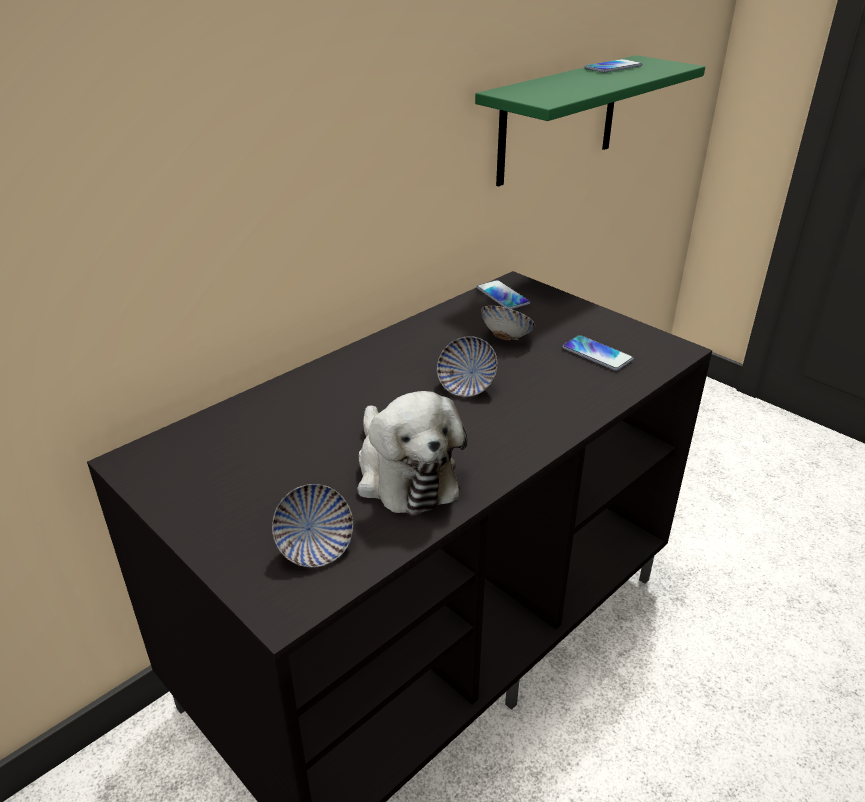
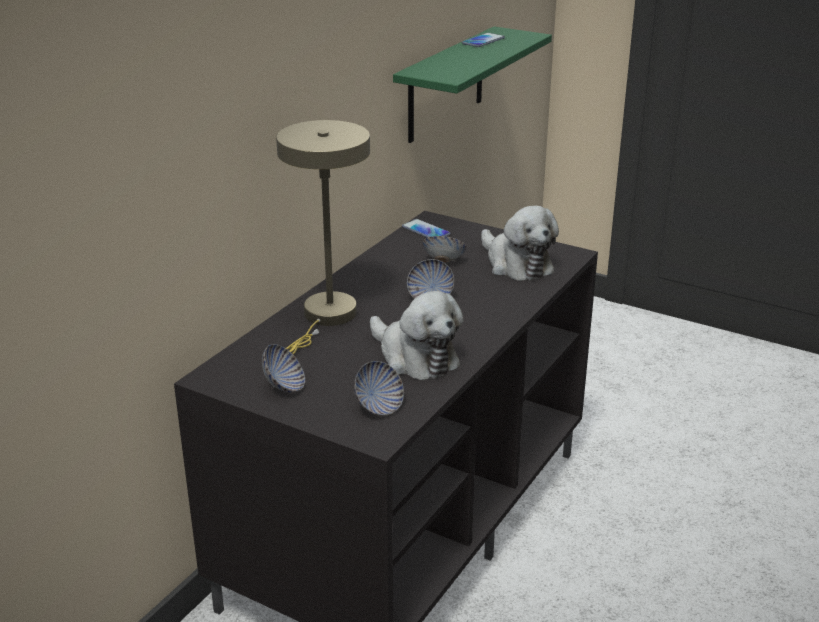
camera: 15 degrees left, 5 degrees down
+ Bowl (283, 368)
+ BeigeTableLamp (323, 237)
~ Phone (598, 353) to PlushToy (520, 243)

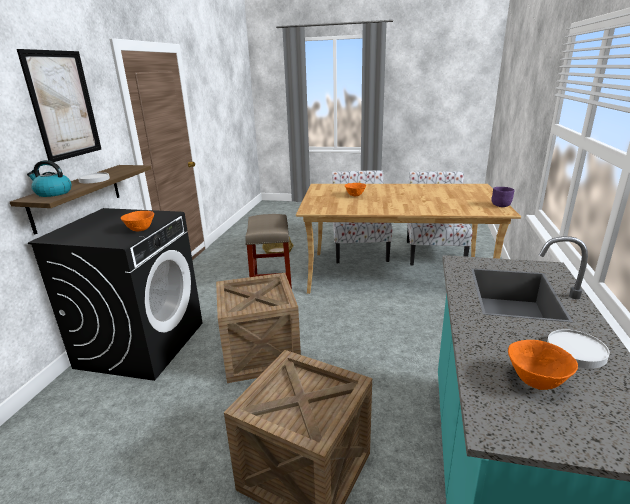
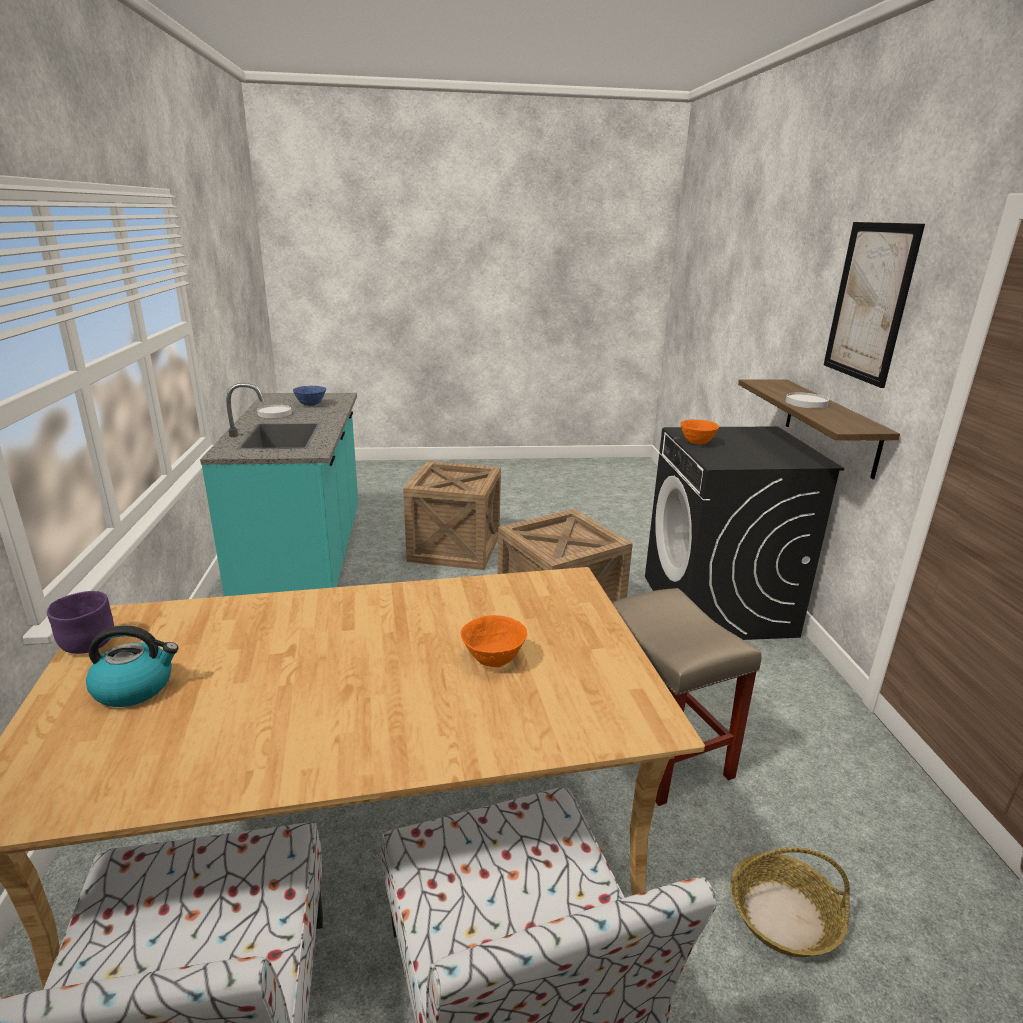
camera: 160 degrees right, 0 degrees up
~ Kettle (49, 178) to (132, 666)
~ OrangeBowl (543, 365) to BlueBowl (309, 396)

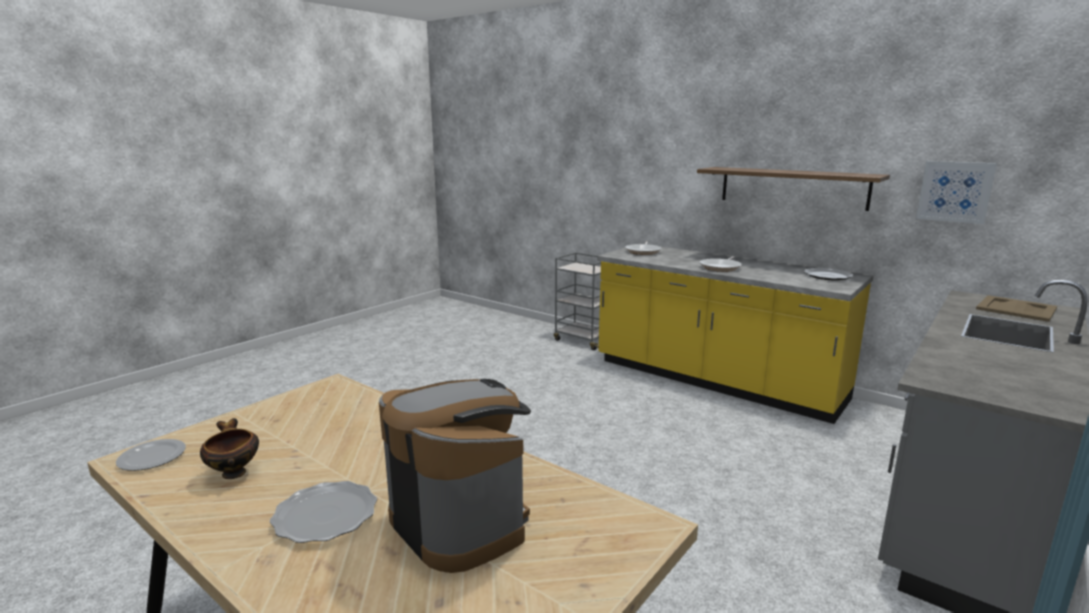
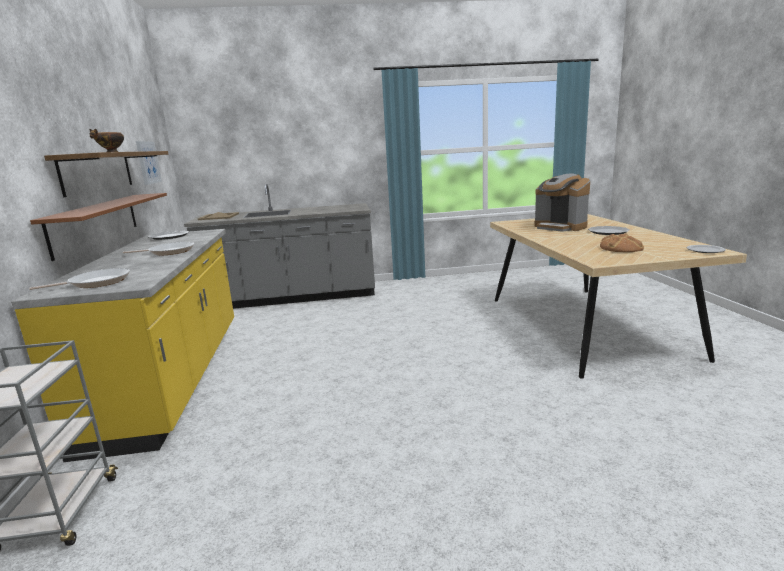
camera: 135 degrees left, 0 degrees up
+ BrownShelf (98, 227)
~ Bowl (229, 448) to (106, 140)
~ CoffeeMachine (455, 476) = (562, 203) 45 degrees counterclockwise
+ Bread (622, 243)

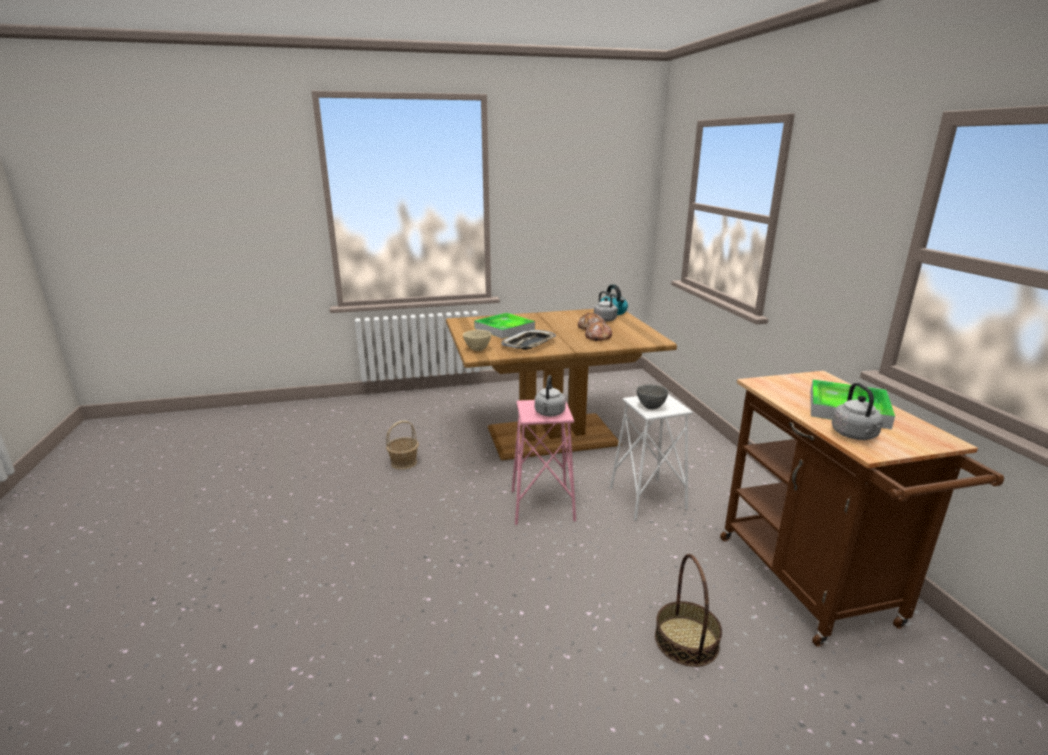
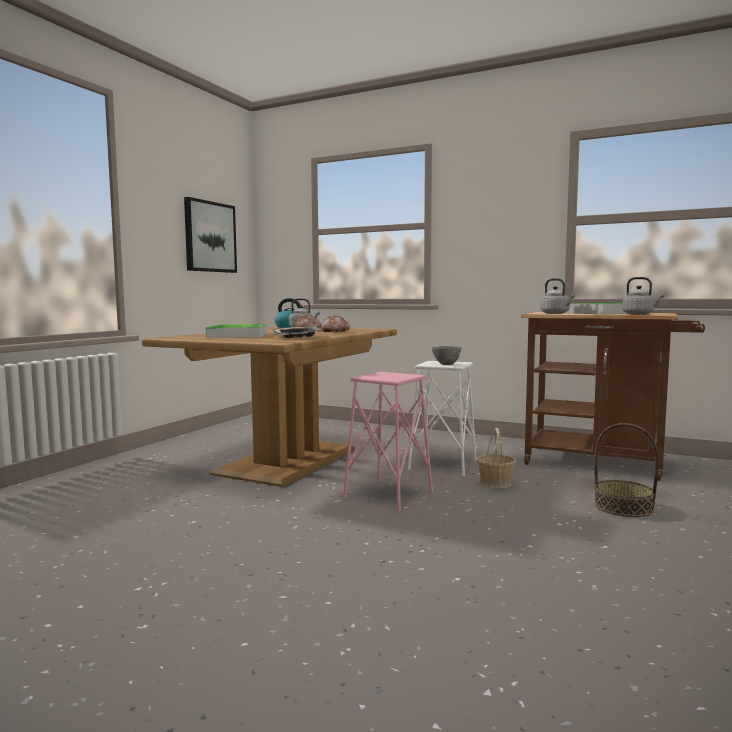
camera: 50 degrees left, 15 degrees down
+ Picture (210, 235)
~ Basket (402, 445) to (496, 458)
~ GreyKettle (550, 395) to (557, 296)
- BeigeBowl (477, 340)

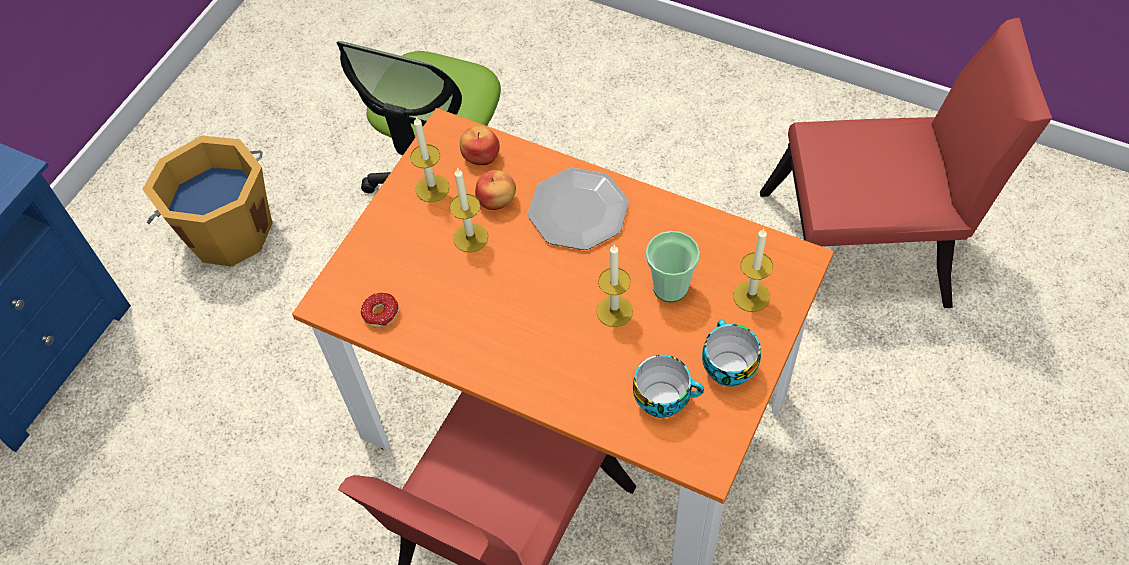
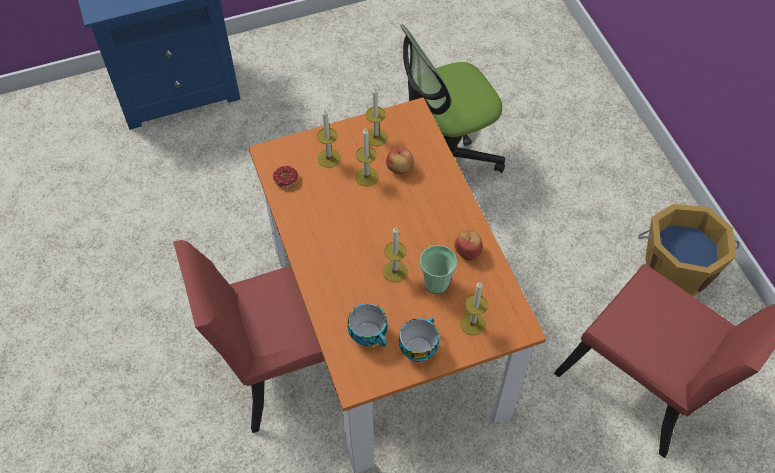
camera: 40 degrees right, 0 degrees up
+ Candle (329, 138)
~ Apple (480, 145) to (468, 245)
~ OrangeBucket (207, 201) to (689, 250)
- Plate (578, 209)

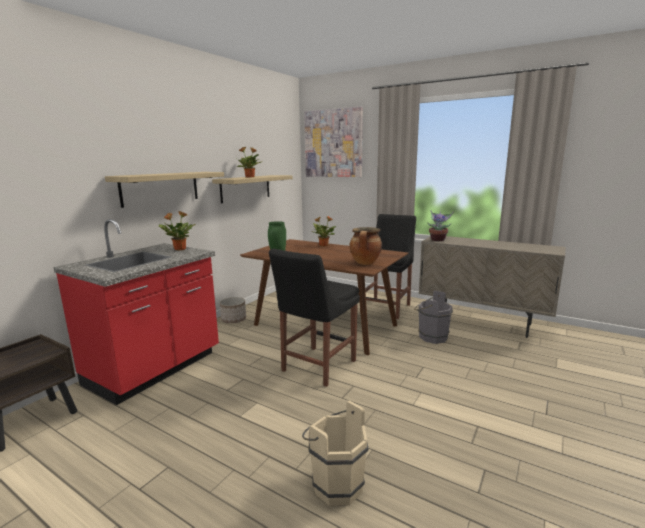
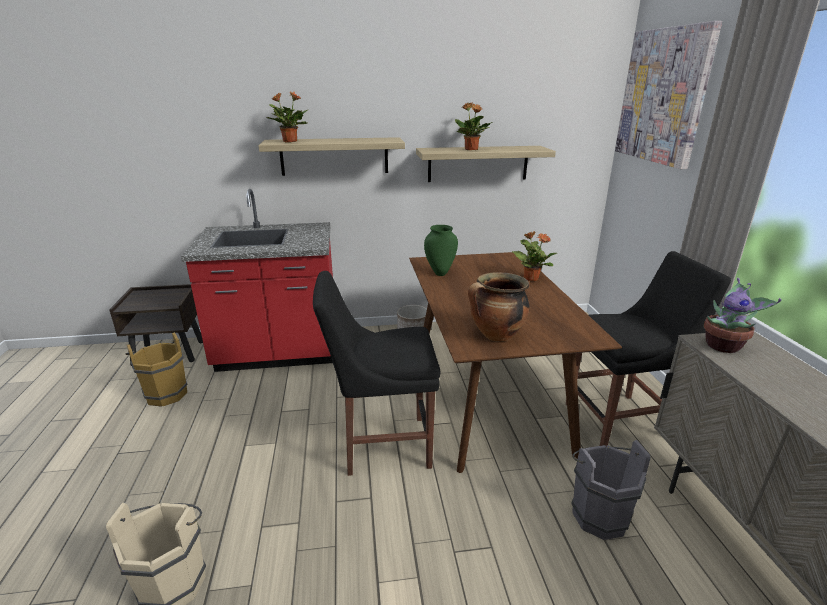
camera: 50 degrees right, 10 degrees up
+ BrownBucket (157, 369)
~ PottedPlant (177, 231) to (286, 117)

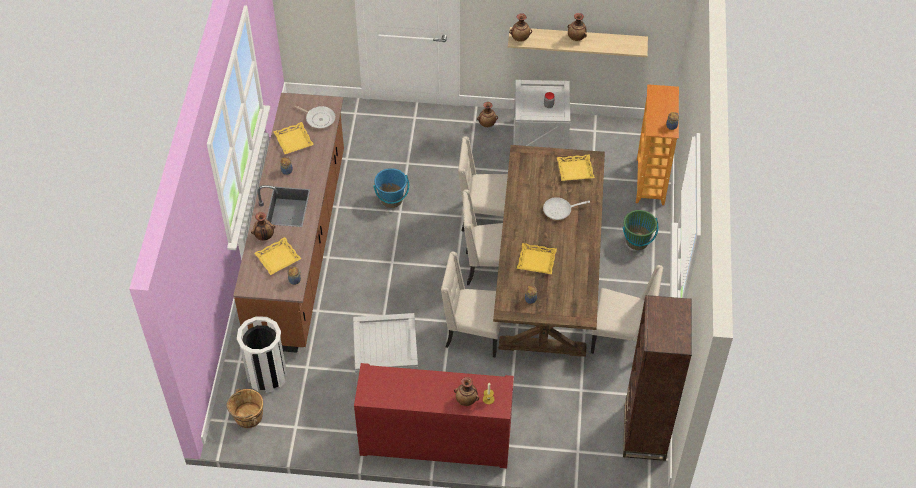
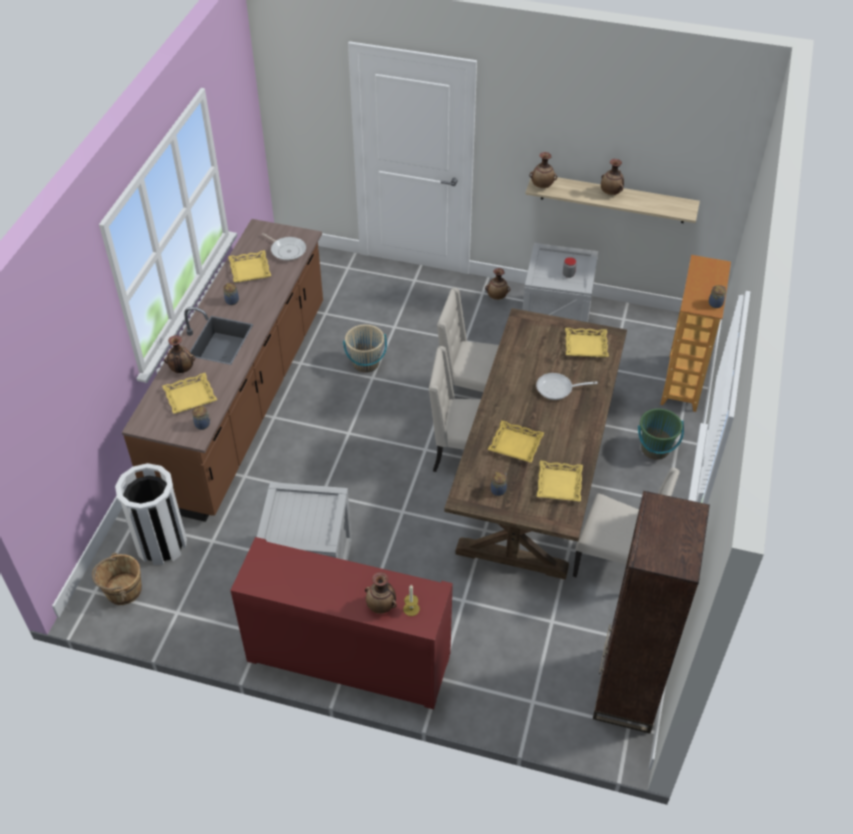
camera: 10 degrees right, 5 degrees down
~ BlueBucket (391, 188) to BeigeBucket (365, 348)
+ YellowTray (560, 481)
- BeigeChair (471, 304)

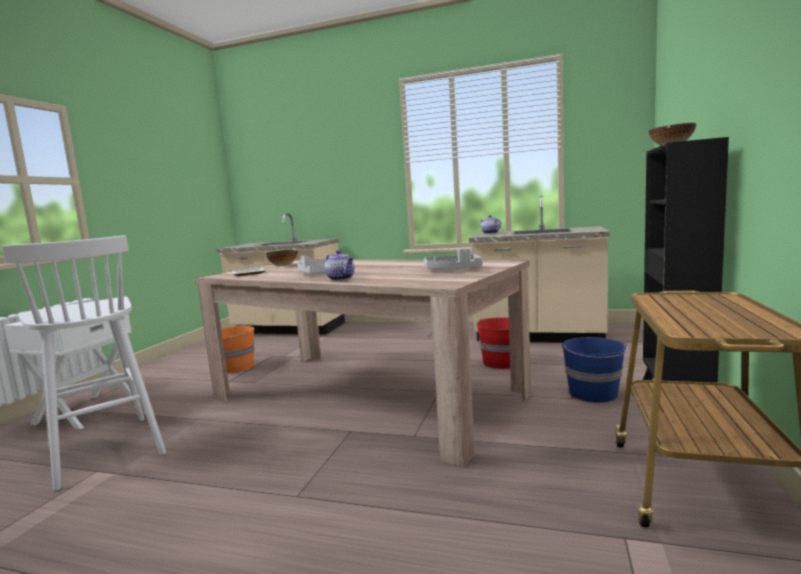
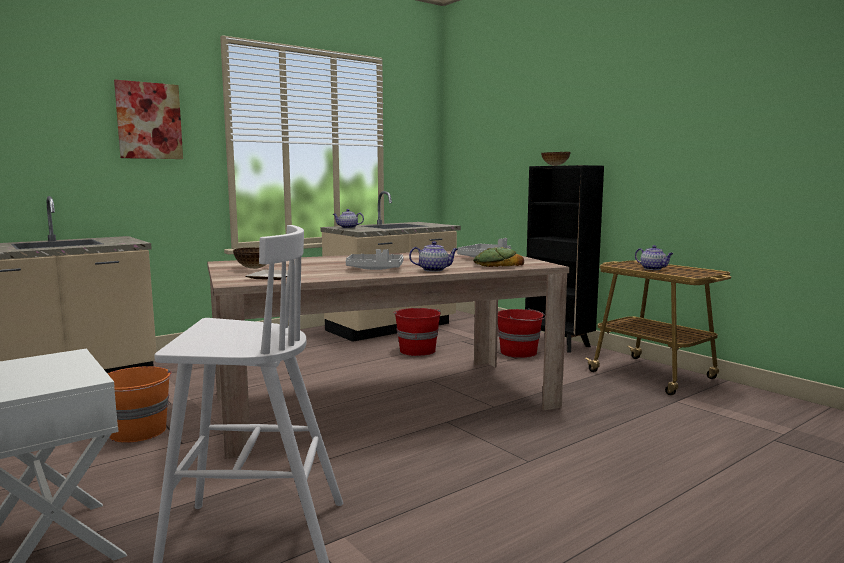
camera: 55 degrees left, 0 degrees up
+ Picture (148, 119)
+ Bread (498, 257)
~ BlueBucket (595, 370) to RedBucket (521, 333)
+ Teapot (654, 257)

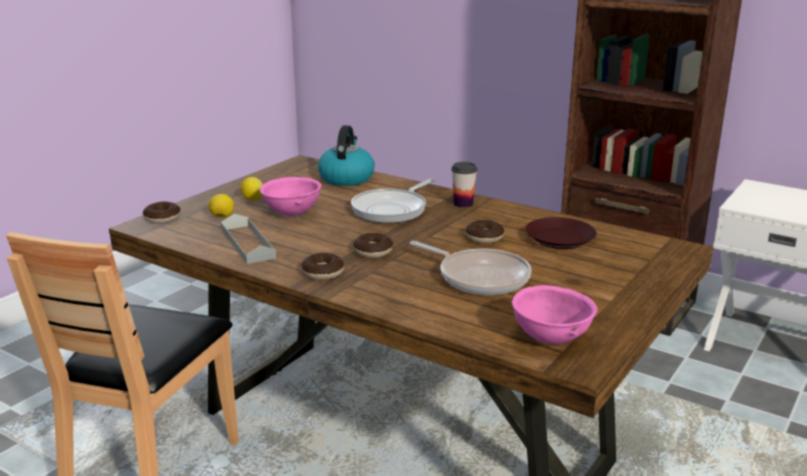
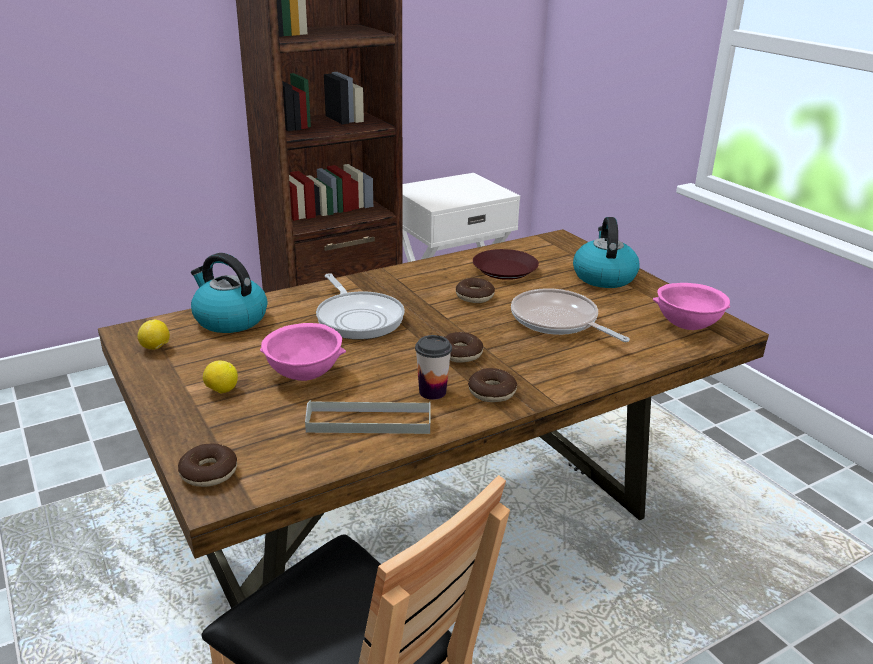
camera: 65 degrees left, 5 degrees up
~ Lemon (221, 206) to (154, 334)
~ Cup (464, 185) to (433, 367)
~ FryingPan (470, 268) = (570, 315) 105 degrees counterclockwise
+ Kettle (606, 252)

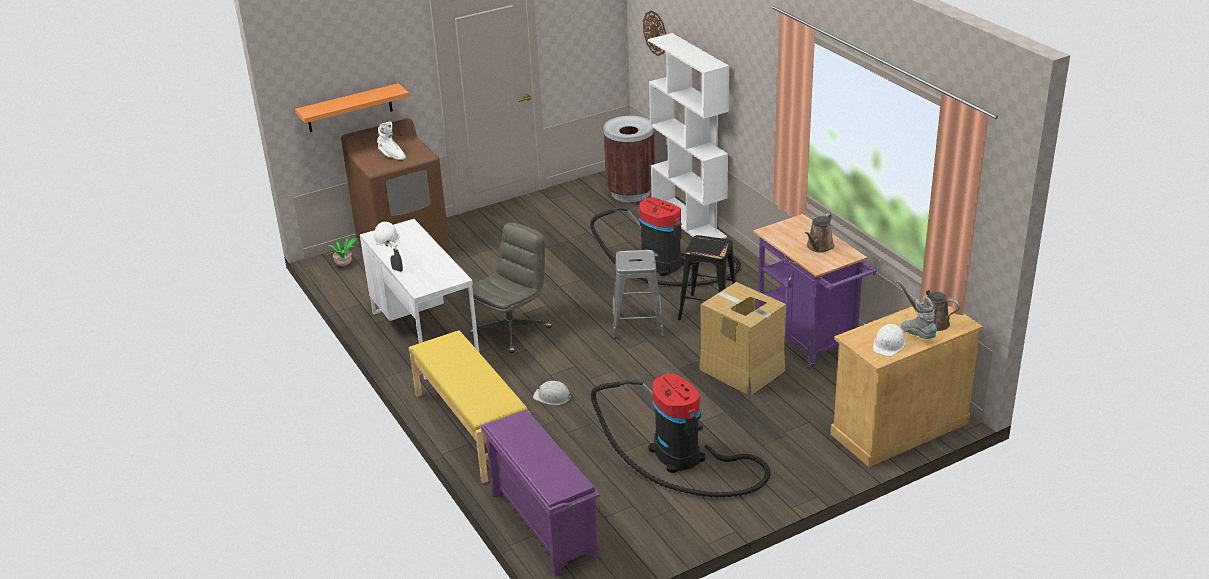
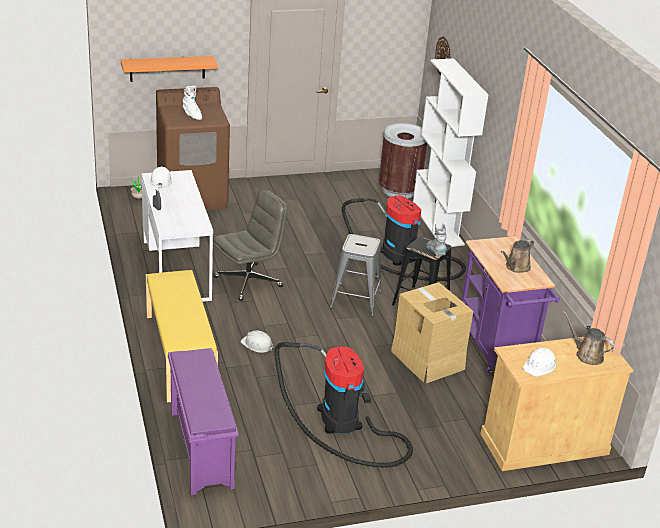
camera: 10 degrees right, 0 degrees up
~ GreyBoot (919, 317) to (436, 239)

